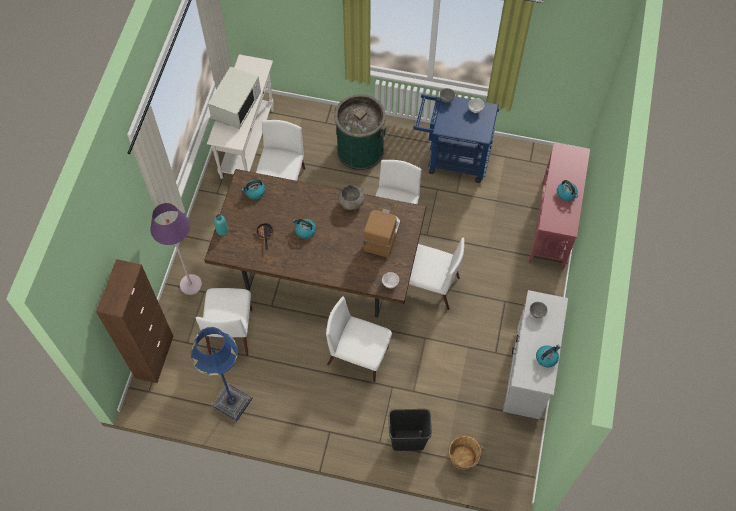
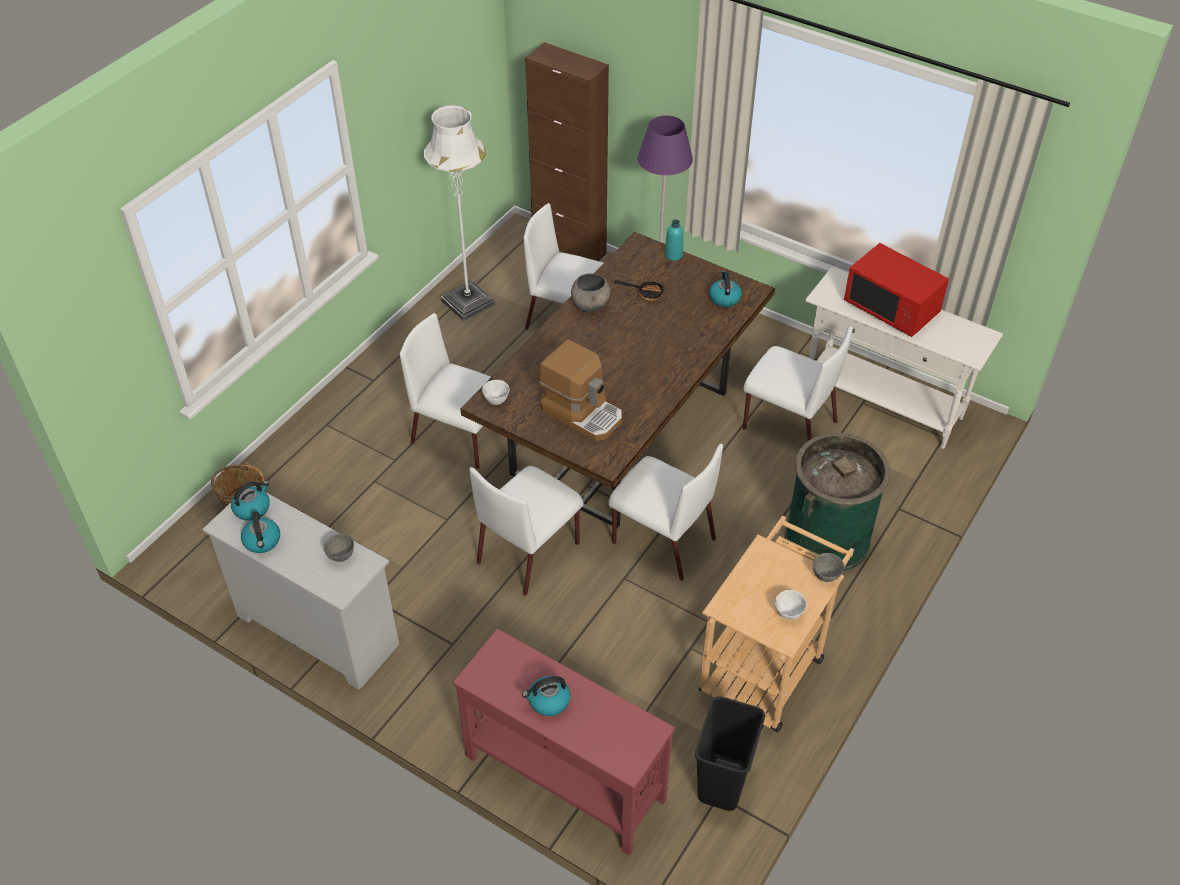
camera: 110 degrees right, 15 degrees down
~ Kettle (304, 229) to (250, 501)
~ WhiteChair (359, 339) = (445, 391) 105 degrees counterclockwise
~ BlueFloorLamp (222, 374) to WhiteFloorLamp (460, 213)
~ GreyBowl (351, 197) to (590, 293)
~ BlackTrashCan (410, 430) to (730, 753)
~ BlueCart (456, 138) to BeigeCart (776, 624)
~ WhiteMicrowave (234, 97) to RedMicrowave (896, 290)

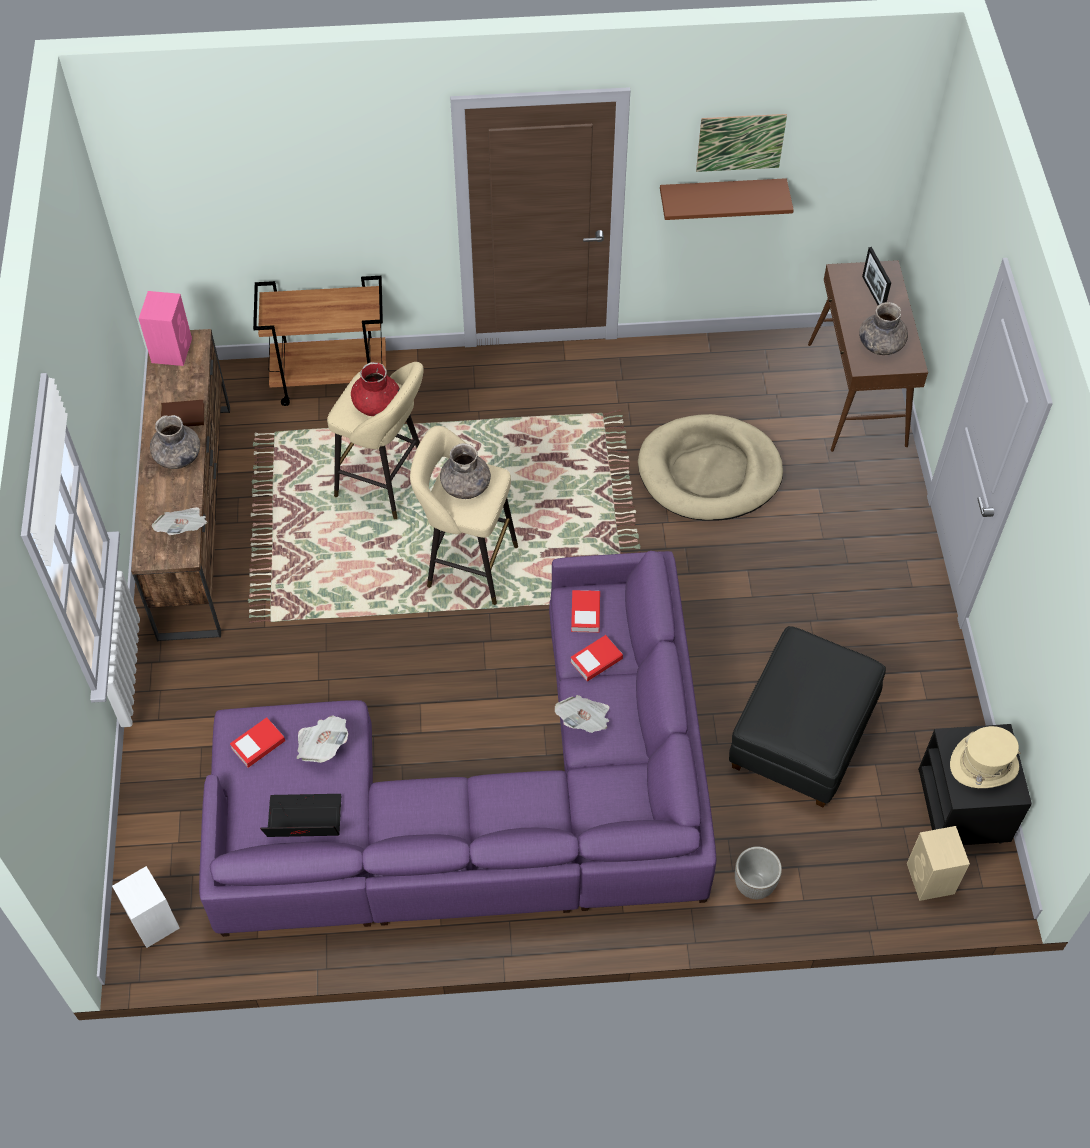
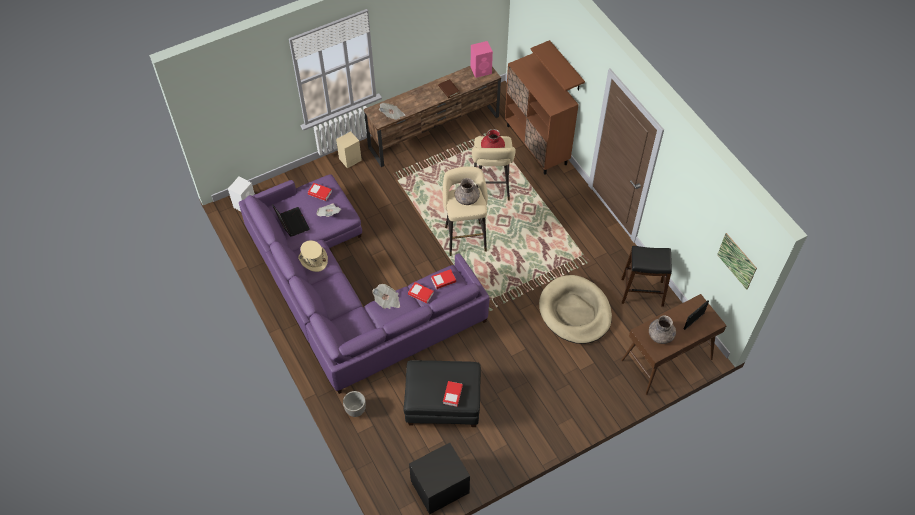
camera: 65 degrees right, 0 degrees up
~ BeigeHat (985, 757) to (313, 256)
~ BeigeSpeaker (938, 863) to (349, 149)
+ Book (453, 394)
~ BrownCart (319, 341) to BrownCabinet (542, 114)
~ BrownShelf (727, 199) to (558, 65)
+ BlackStool (646, 276)
~ Picture (741, 143) to (737, 261)
- GreyVase (175, 442)

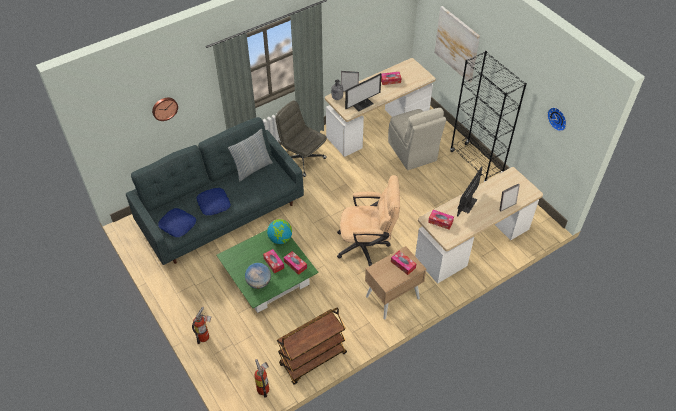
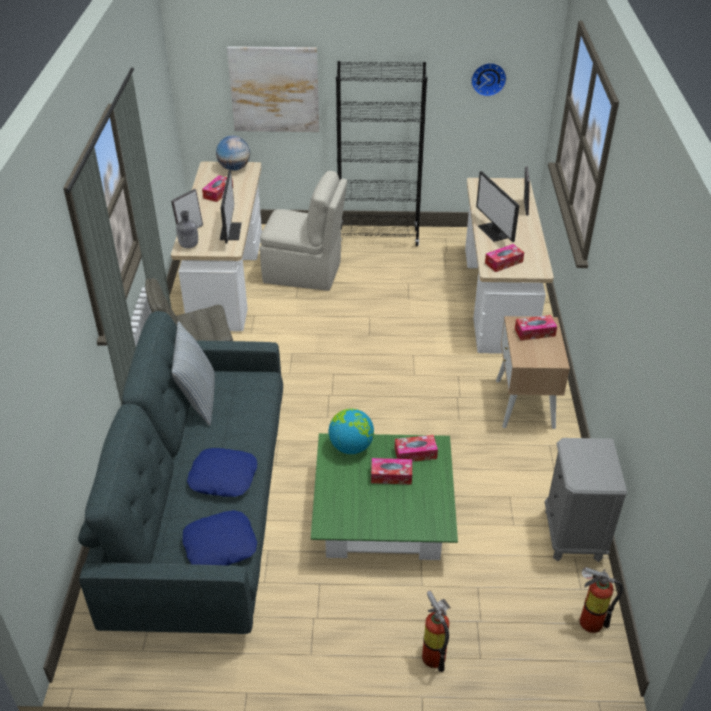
camera: 55 degrees left, 10 degrees down
~ Globe (258, 276) to (233, 153)
~ BrownCart (312, 346) to GreyNightstand (586, 500)
- WallClock (165, 109)
- BeigeOfficeChair (368, 220)

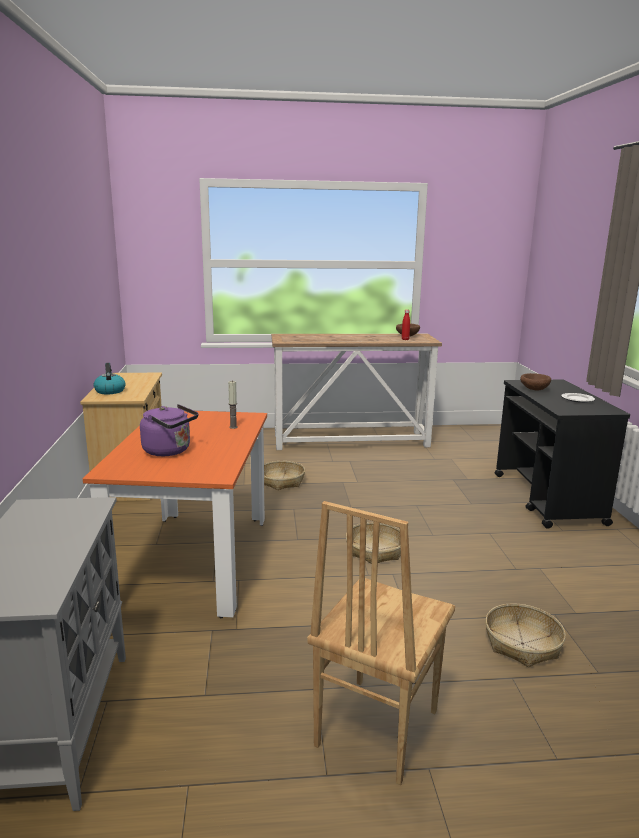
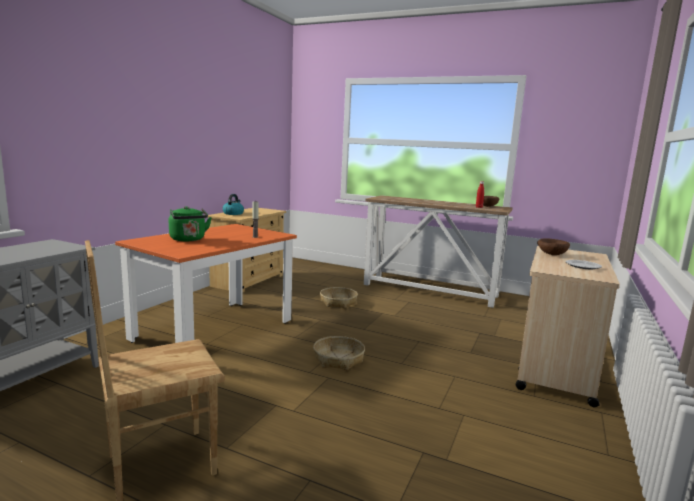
camera: 30 degrees right, 5 degrees down
~ PurpleKettle (169, 430) to GreenKettle (190, 223)
~ BlackCart (562, 454) to BeigeCart (567, 326)
- Basket (525, 635)

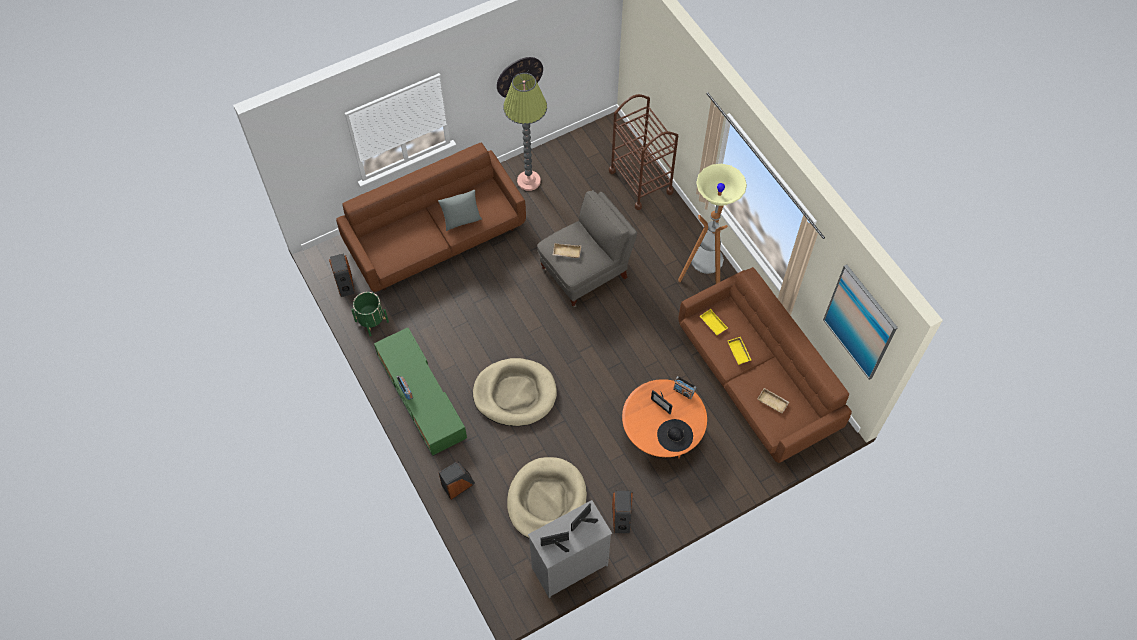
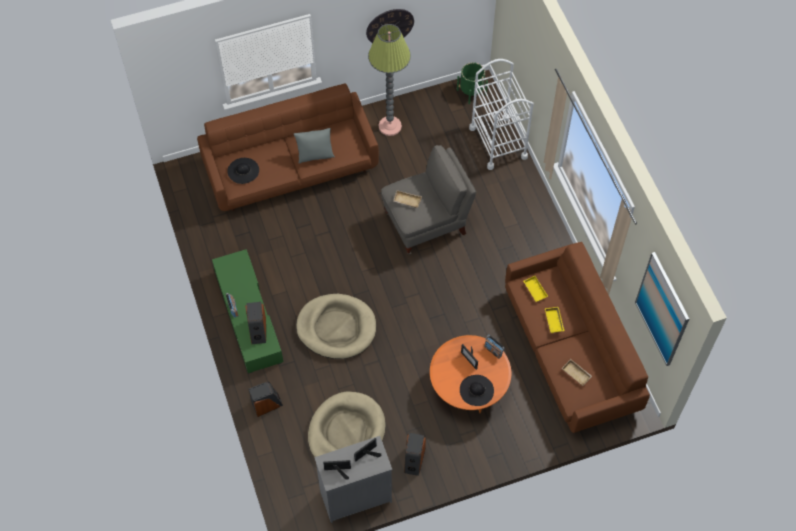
camera: 10 degrees right, 0 degrees up
+ BlackHat (243, 171)
~ Speaker (342, 275) to (255, 323)
~ GreenPlanter (370, 314) to (472, 83)
~ BrownCart (643, 152) to WhiteCart (501, 114)
- FloorLamp (712, 224)

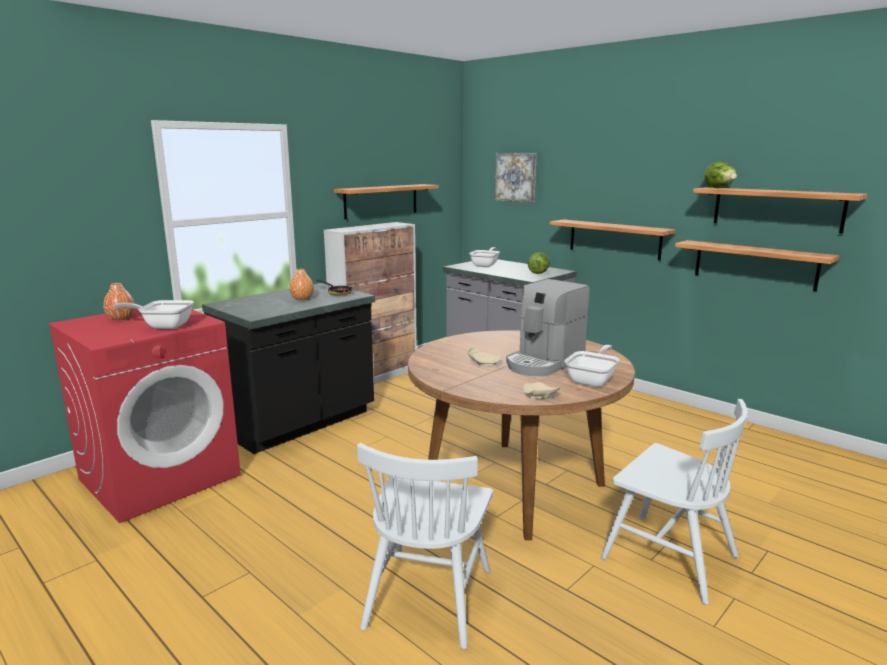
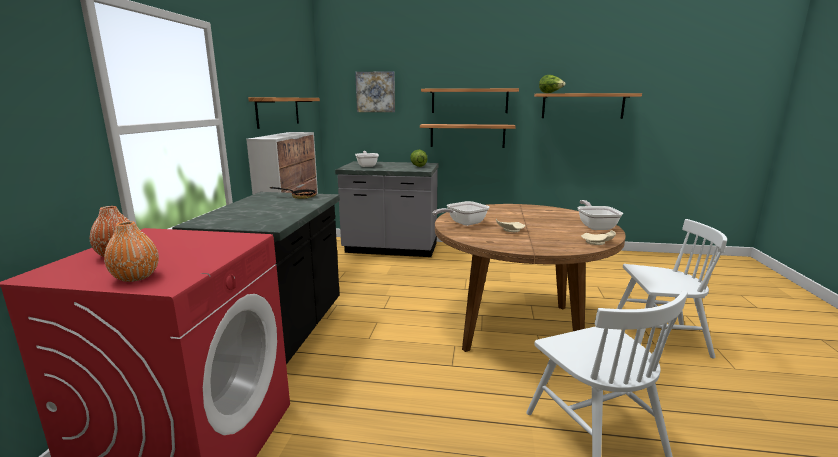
camera: 35 degrees left, 0 degrees up
~ OrangeVase (301, 284) to (131, 251)
~ Shelf (757, 265) to (470, 100)
~ FryingPan (153, 314) to (461, 213)
- CoffeeMachine (548, 327)

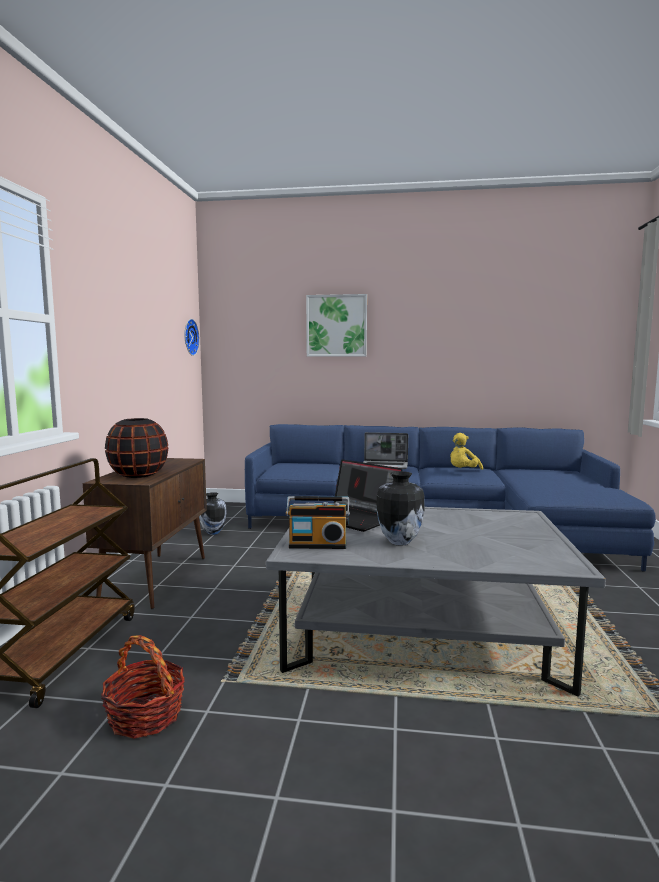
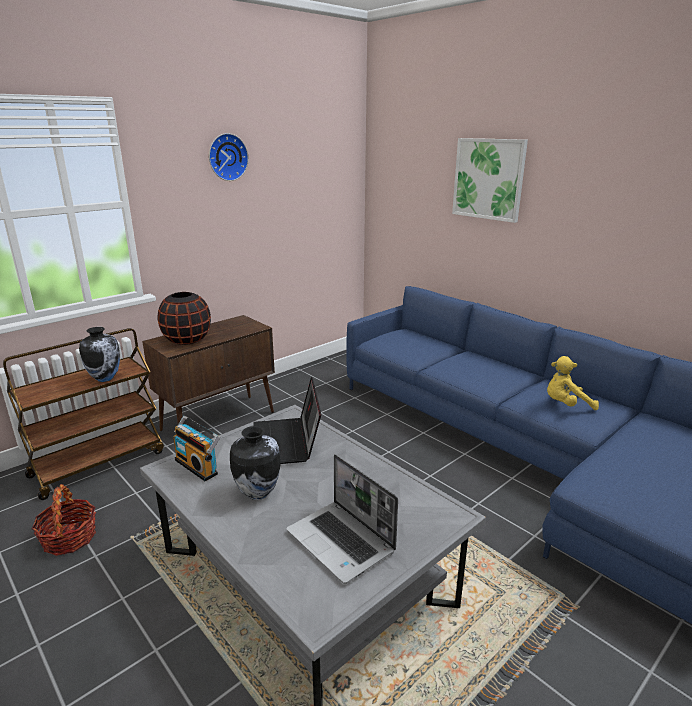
camera: 40 degrees right, 15 degrees up
~ Vase (213, 513) to (99, 354)
~ WallClock (192, 337) to (229, 157)
~ Laptop (385, 450) to (342, 519)

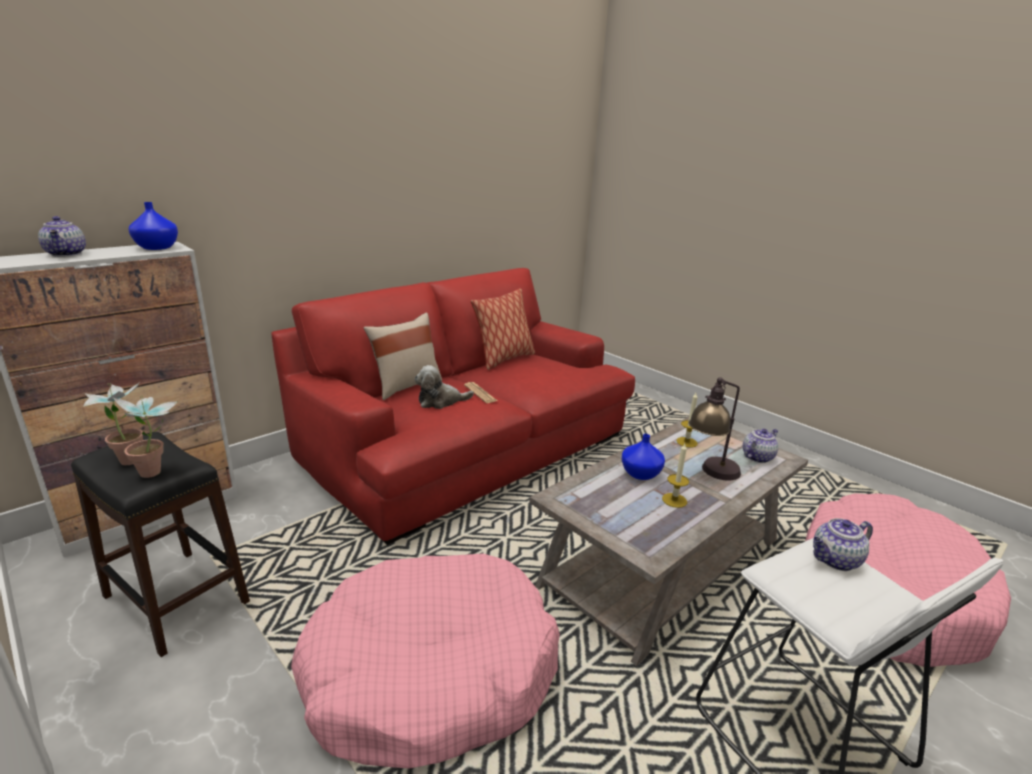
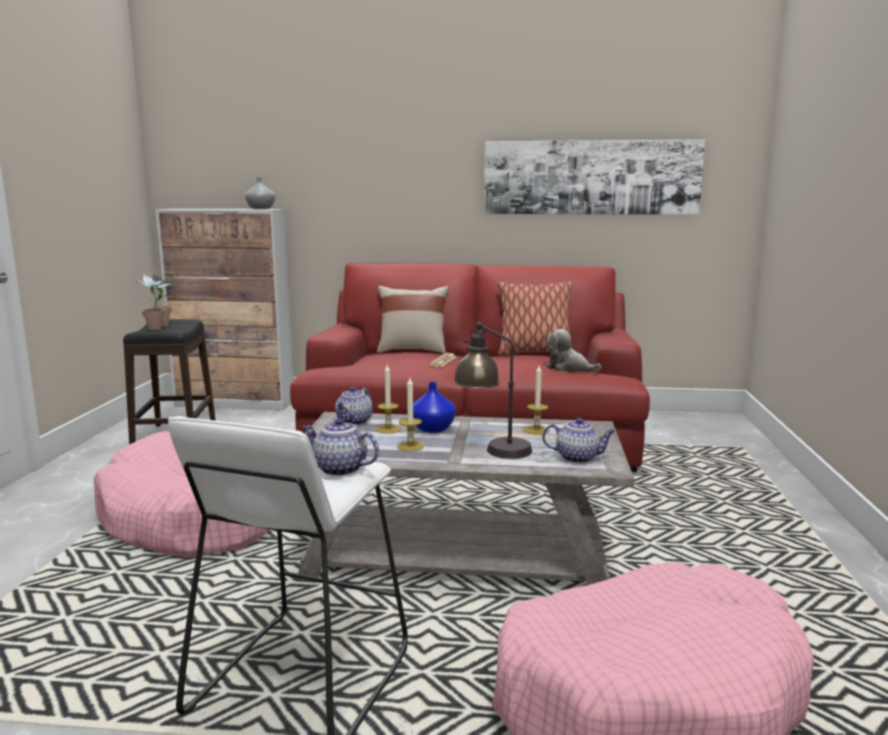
camera: 50 degrees right, 10 degrees down
~ BlueVase (153, 226) to GreyVase (260, 193)
~ Teapot (62, 236) to (354, 406)
+ Candle (388, 399)
+ Picture (594, 177)
~ PlushToy (444, 387) to (573, 350)

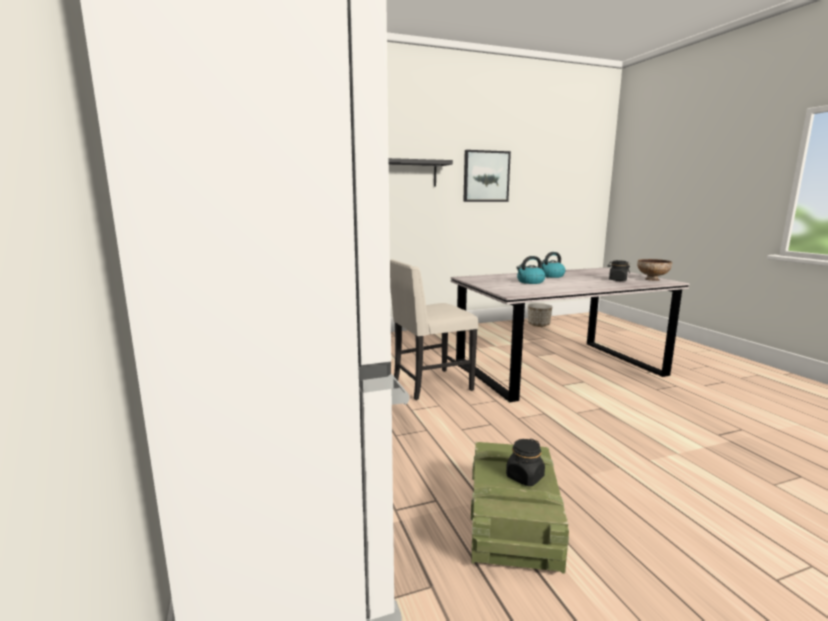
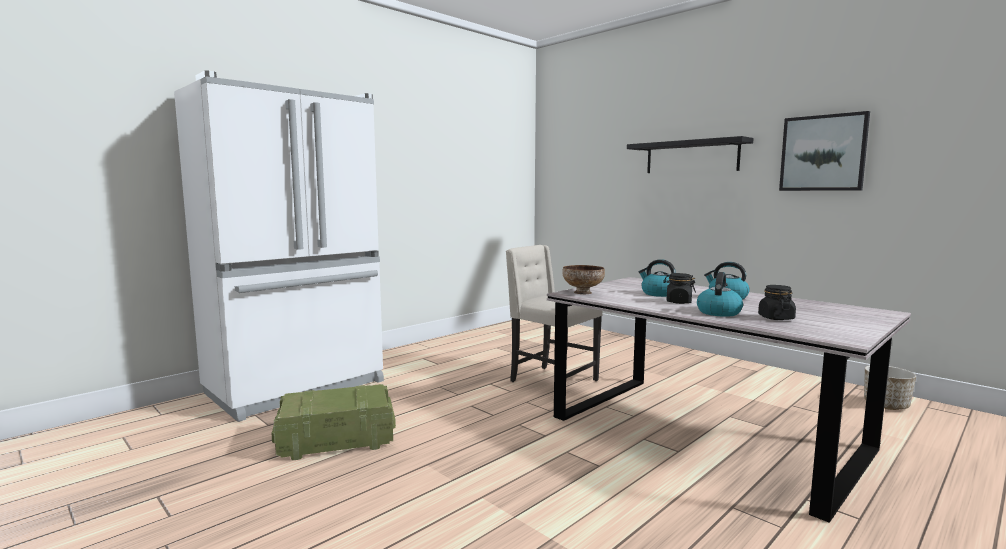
camera: 65 degrees right, 5 degrees down
~ Bowl (654, 270) to (583, 279)
~ BlackJar (525, 462) to (679, 288)
+ Kettle (720, 294)

